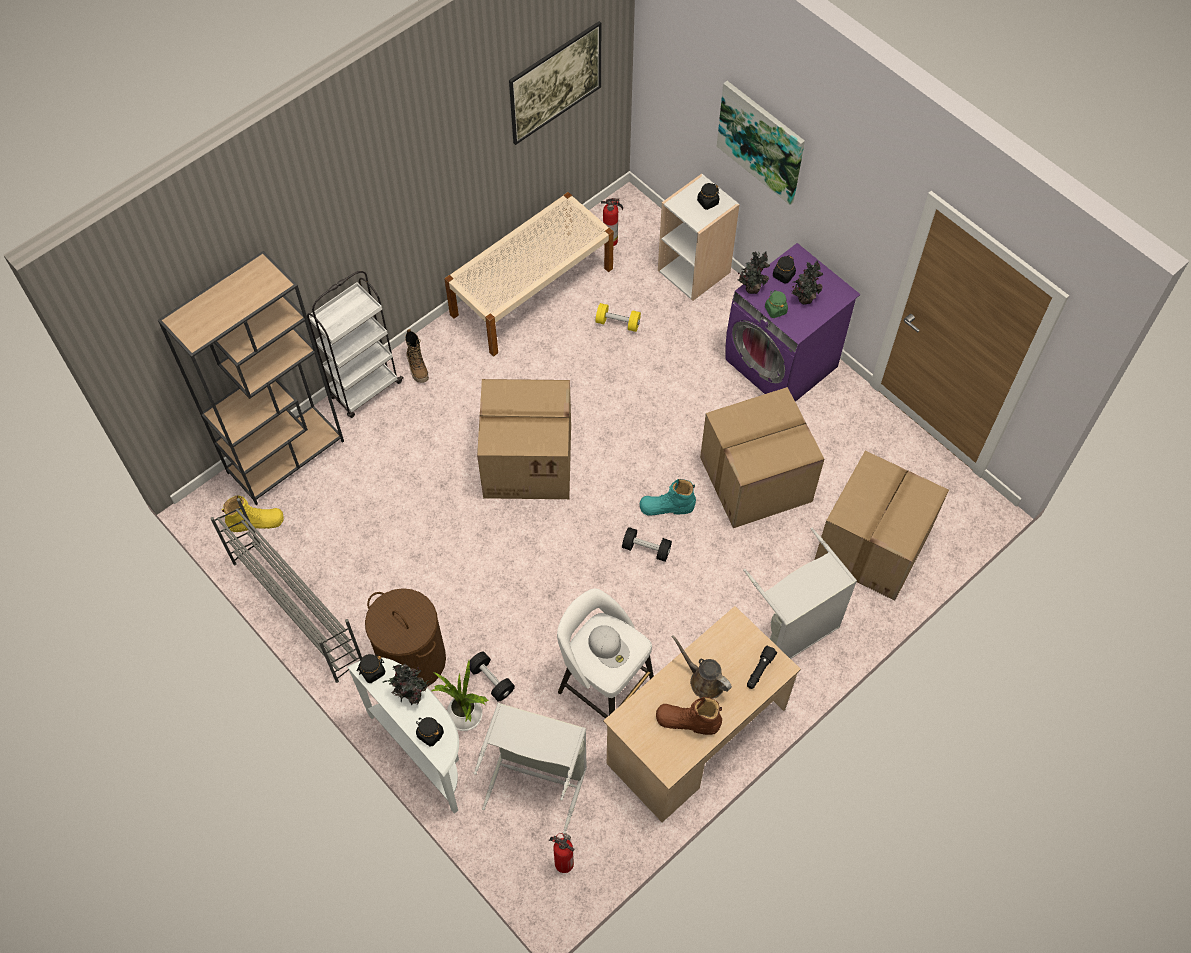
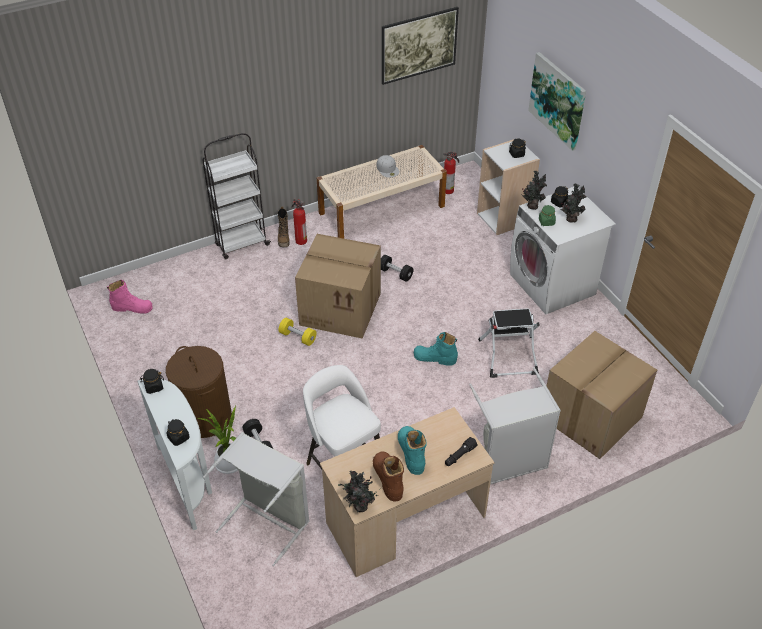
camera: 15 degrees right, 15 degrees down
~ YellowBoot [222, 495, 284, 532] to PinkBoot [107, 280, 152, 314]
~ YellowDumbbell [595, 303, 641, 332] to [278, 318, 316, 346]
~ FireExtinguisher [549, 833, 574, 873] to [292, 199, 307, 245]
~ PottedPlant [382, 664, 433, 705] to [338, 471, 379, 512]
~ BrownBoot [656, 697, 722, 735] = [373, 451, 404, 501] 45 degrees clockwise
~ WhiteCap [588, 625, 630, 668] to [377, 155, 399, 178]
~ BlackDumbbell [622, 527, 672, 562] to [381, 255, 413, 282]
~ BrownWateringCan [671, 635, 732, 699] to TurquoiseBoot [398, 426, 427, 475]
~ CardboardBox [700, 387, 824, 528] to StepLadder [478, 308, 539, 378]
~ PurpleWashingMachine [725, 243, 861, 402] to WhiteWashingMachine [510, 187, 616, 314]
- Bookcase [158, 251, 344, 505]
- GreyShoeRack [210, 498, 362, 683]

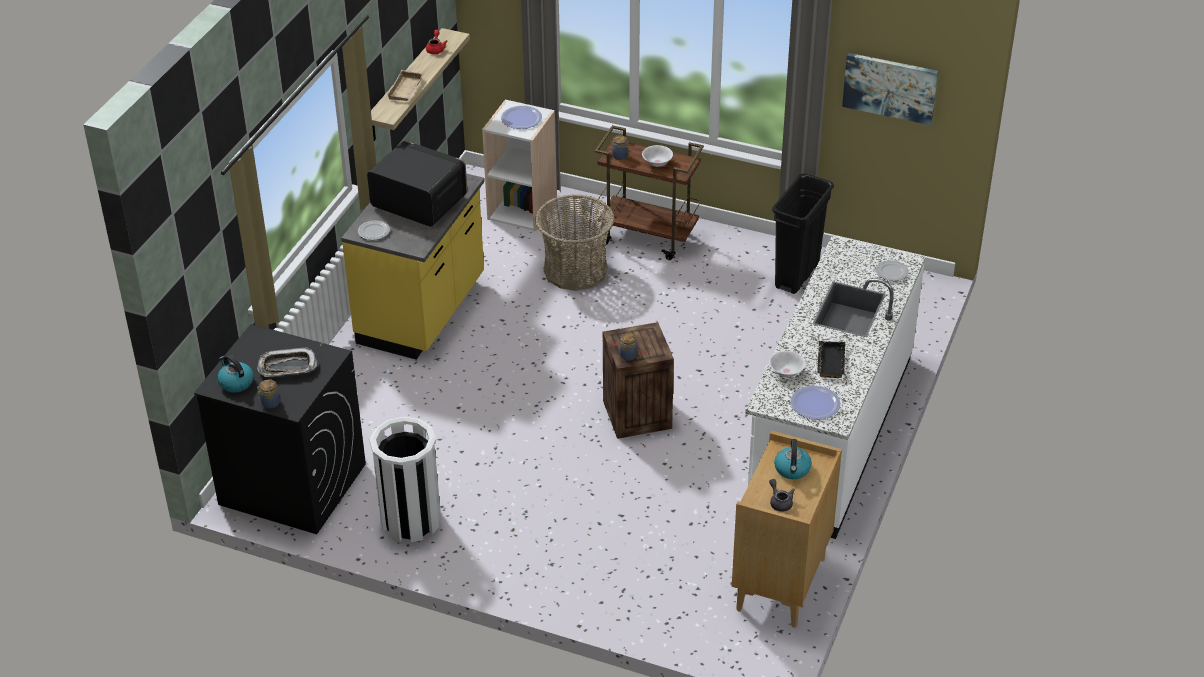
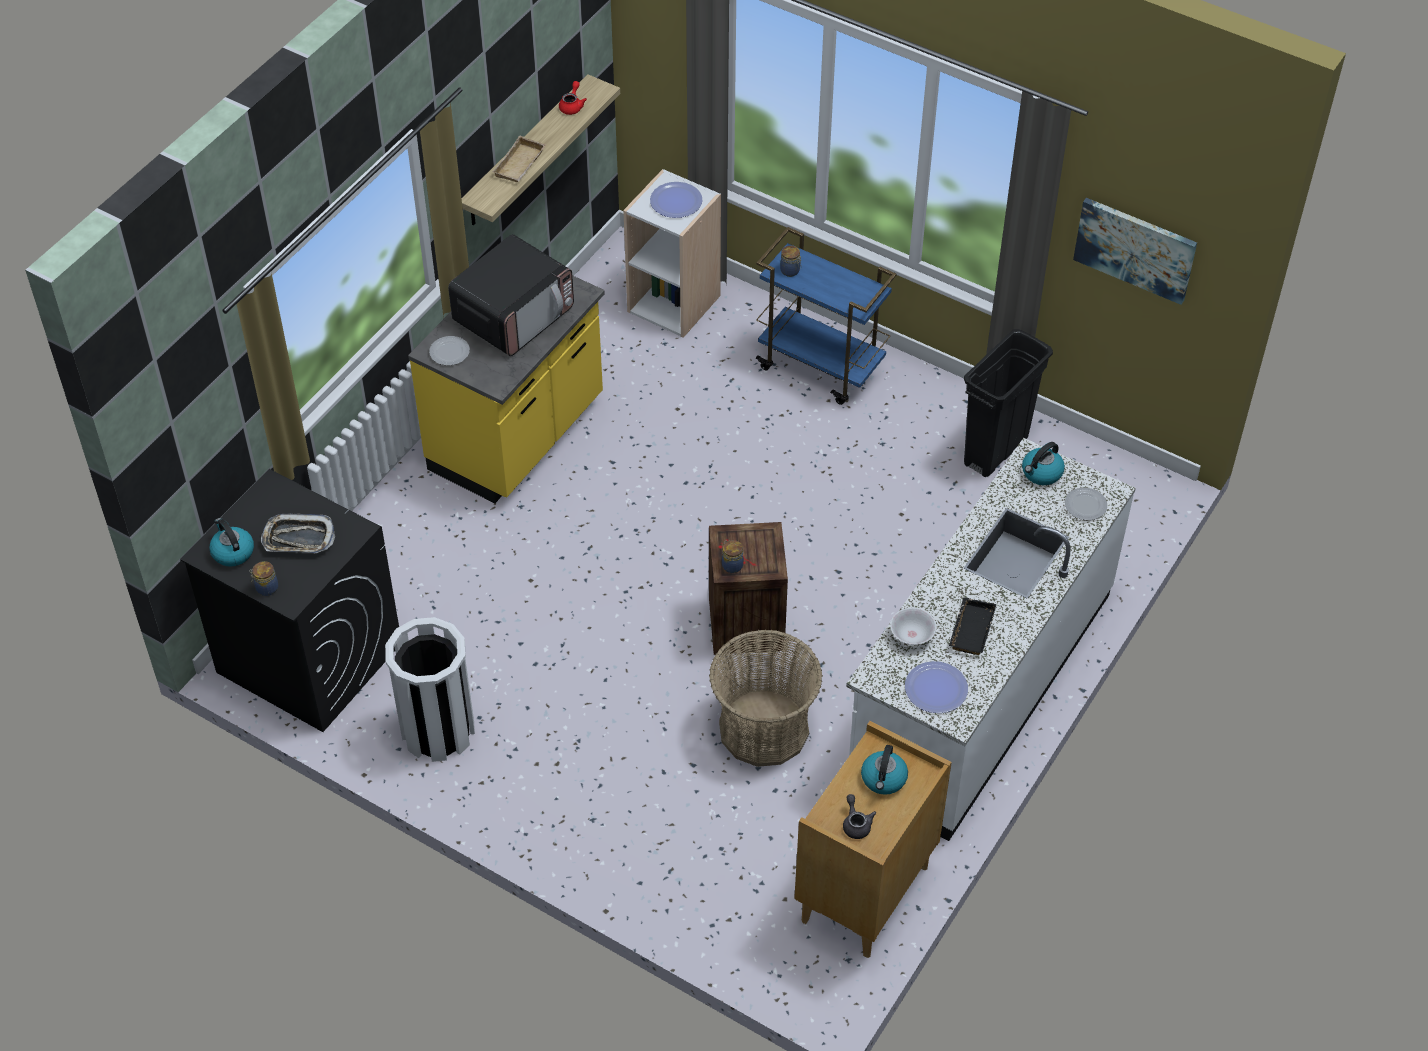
camera: 10 degrees right, 10 degrees up
~ Microwave [367, 140, 467, 227] = [448, 234, 574, 356] 90 degrees clockwise
~ Basket [535, 194, 614, 291] to [709, 630, 823, 767]
~ BrownCart [595, 125, 704, 260] to BlueCart [756, 227, 897, 405]
+ Kettle [1022, 442, 1065, 485]
- WhiteBowl [642, 145, 673, 167]

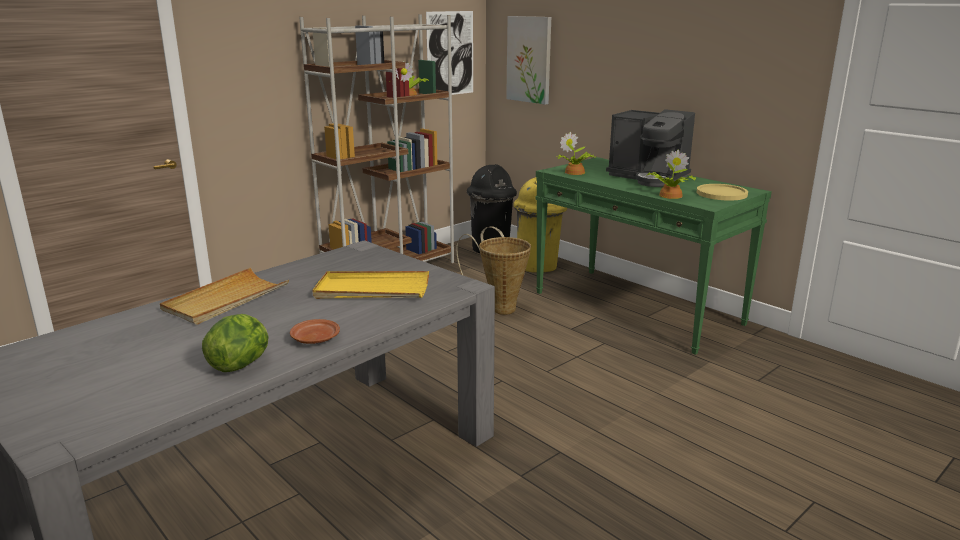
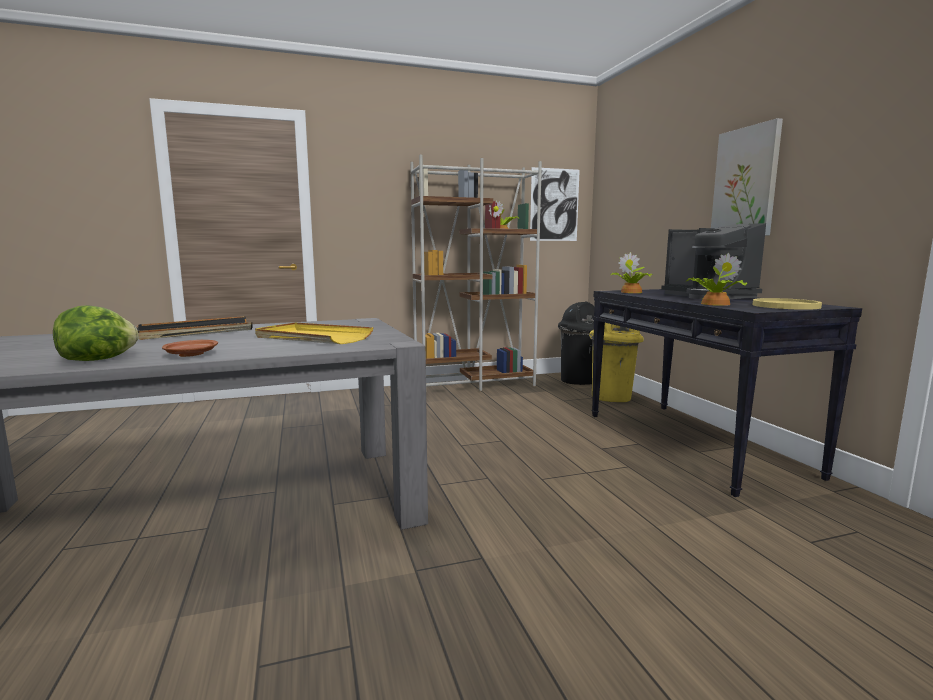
camera: 25 degrees right, 10 degrees down
~ BeigeTray [160, 268, 289, 325] to BlackTray [136, 316, 253, 340]
~ GreenConsoleTable [535, 157, 772, 355] to BlackConsoleTable [591, 289, 862, 497]
~ Picture [506, 16, 551, 105] to [711, 118, 783, 236]
- Basket [456, 227, 531, 315]

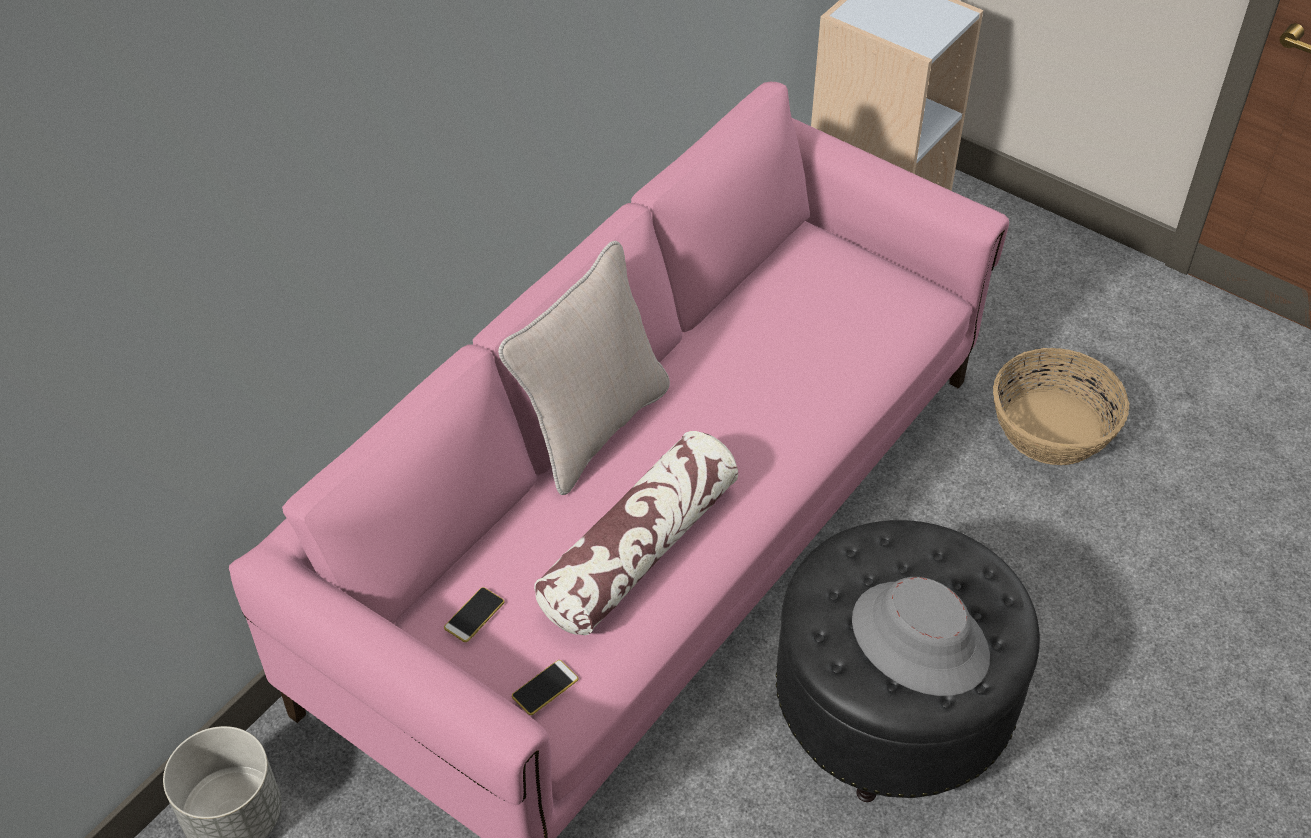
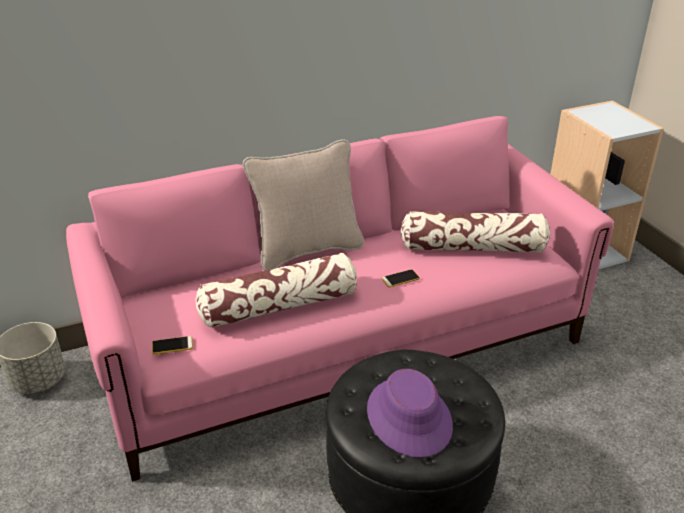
camera: 30 degrees right, 15 degrees down
~ GreyHat [852, 577, 990, 696] to PurpleHat [367, 369, 453, 458]
~ Phone [444, 587, 505, 642] to [381, 269, 420, 287]
+ Pillow [401, 211, 550, 253]
- Basket [993, 348, 1130, 465]

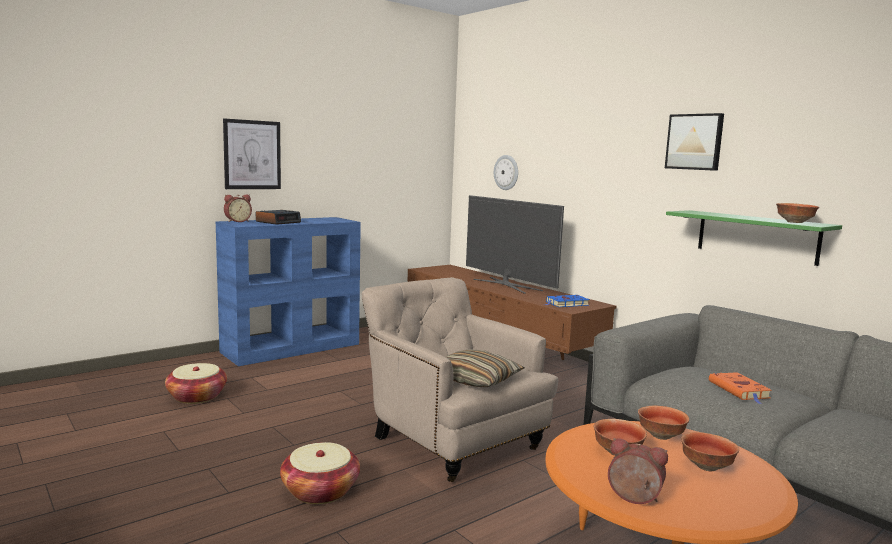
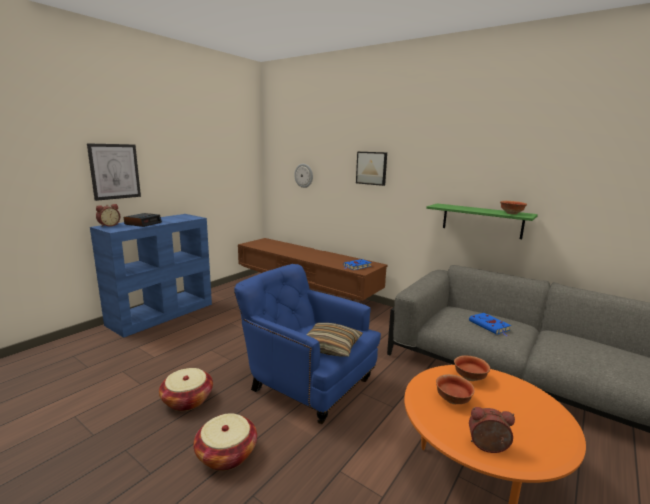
camera: 15 degrees left, 5 degrees up
~ Basket [165, 363, 227, 404] to [159, 368, 213, 411]
~ BeigeArmchair [362, 277, 558, 482] to BlueArmchair [234, 264, 381, 424]
~ Picture [665, 113, 724, 171] to [356, 152, 387, 186]
~ OrangeBook [709, 372, 772, 404] to BlueBook [469, 313, 511, 336]
- Television [466, 195, 564, 294]
- Bowl [681, 432, 739, 471]

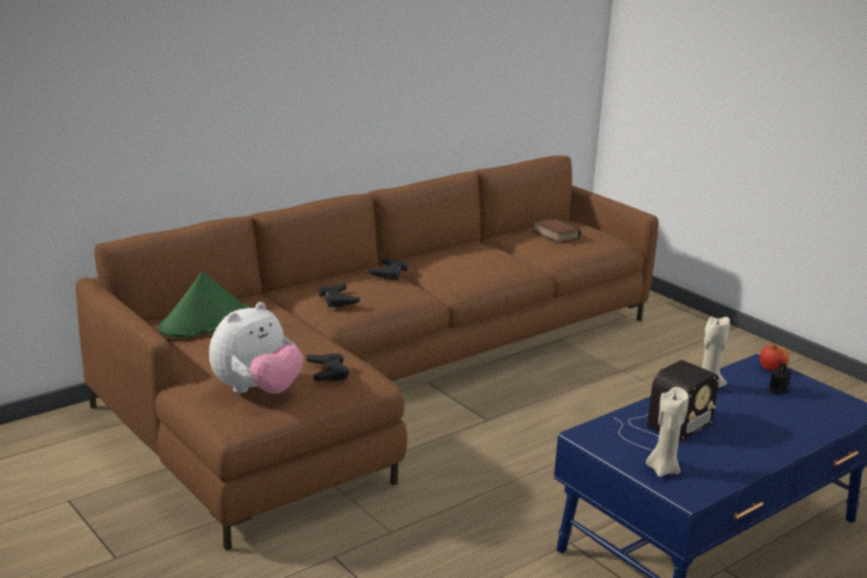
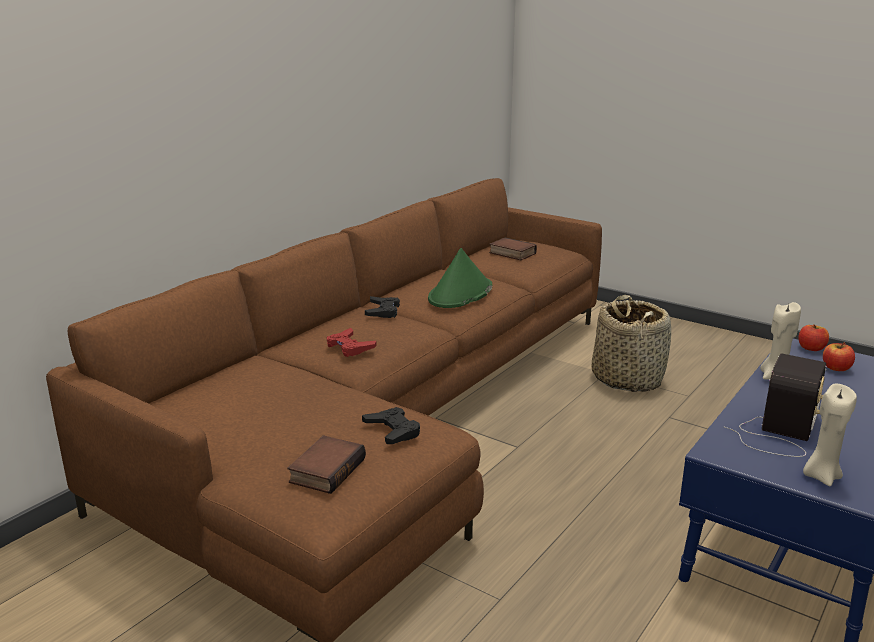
camera: 15 degrees left, 0 degrees up
~ PlushToy [209, 302, 304, 394] to Book [288, 435, 366, 494]
~ BlackGameController [319, 283, 360, 308] to RedGameController [327, 328, 377, 357]
~ GreenHat [158, 272, 250, 338] to [428, 248, 492, 308]
+ Basket [591, 295, 671, 392]
~ BlackCandle [768, 363, 792, 394] to Apple [823, 342, 855, 371]

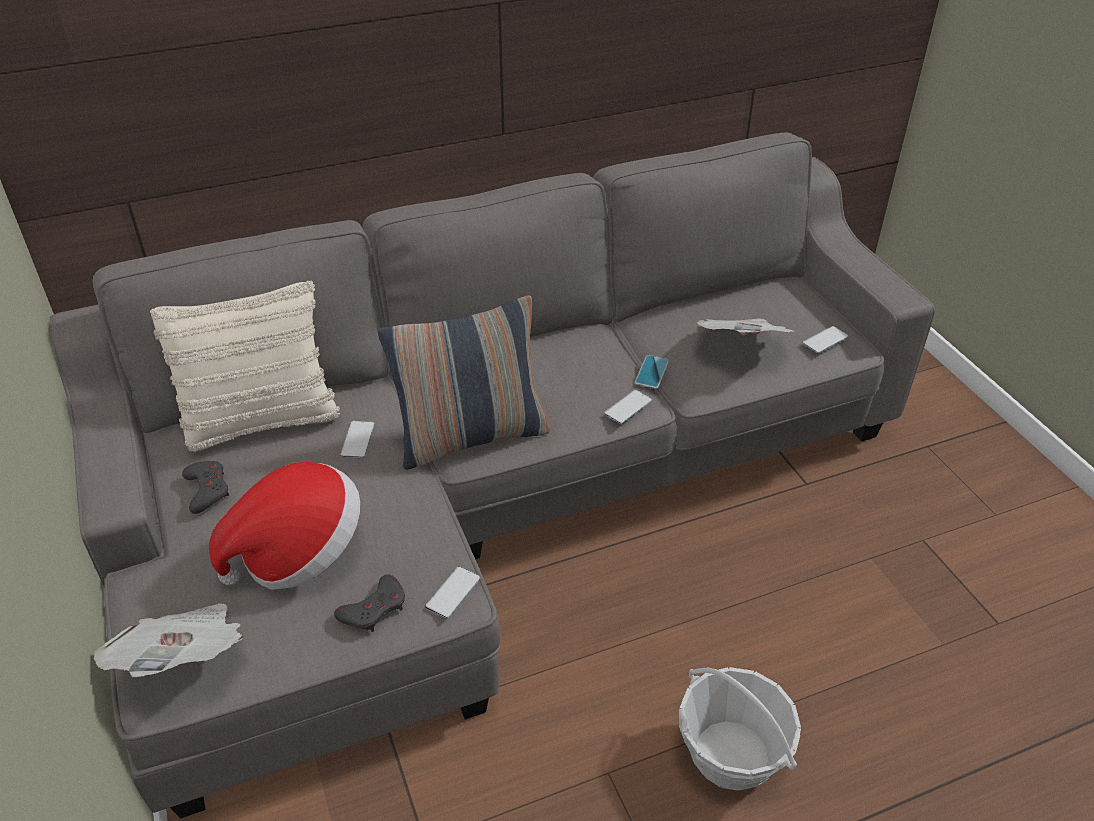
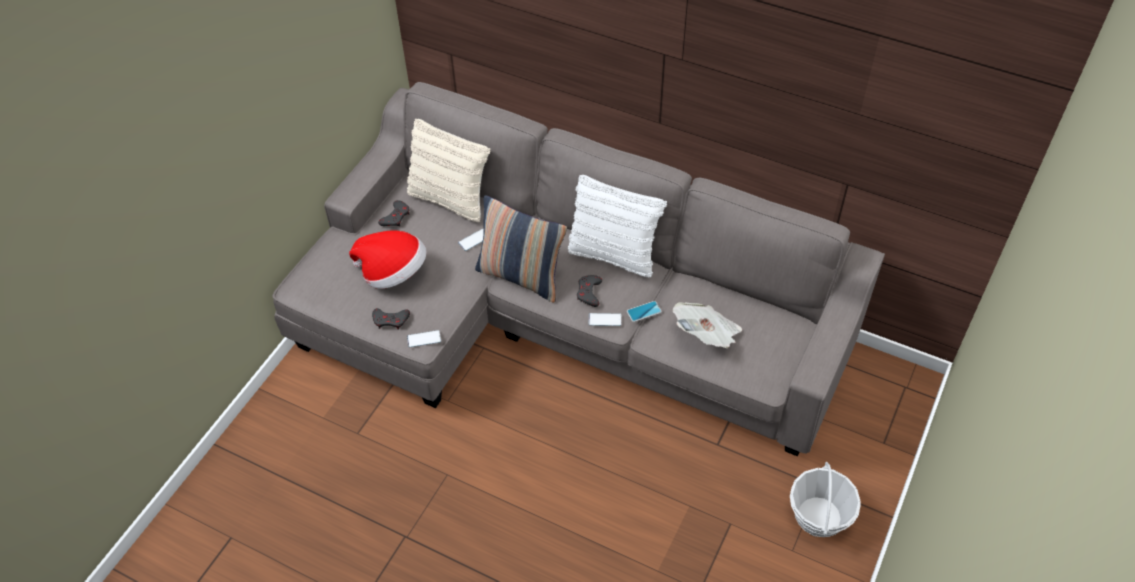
camera: 50 degrees right, 10 degrees up
+ WhitePillow [568, 175, 667, 277]
+ GreyGameController [577, 275, 602, 307]
~ Basket [679, 667, 801, 791] to [790, 462, 861, 537]
- Newspaper [94, 603, 244, 677]
- Phone [802, 326, 849, 353]

